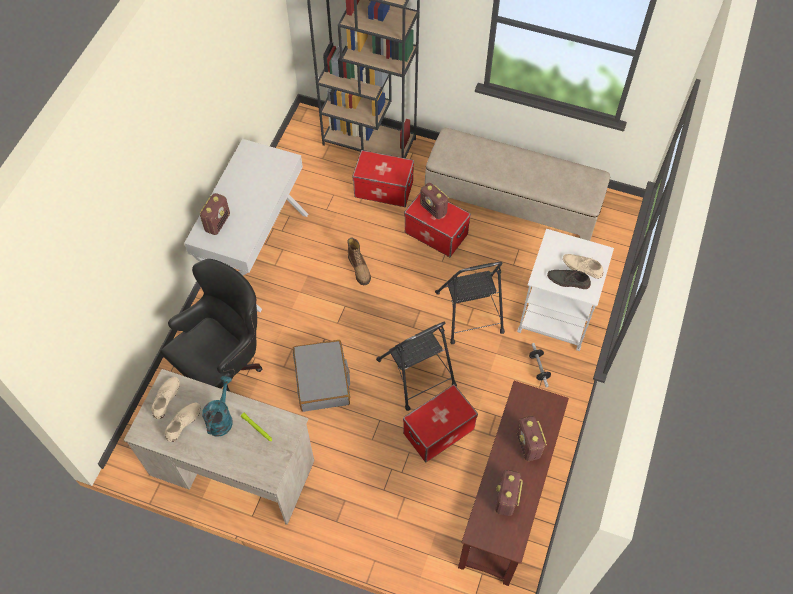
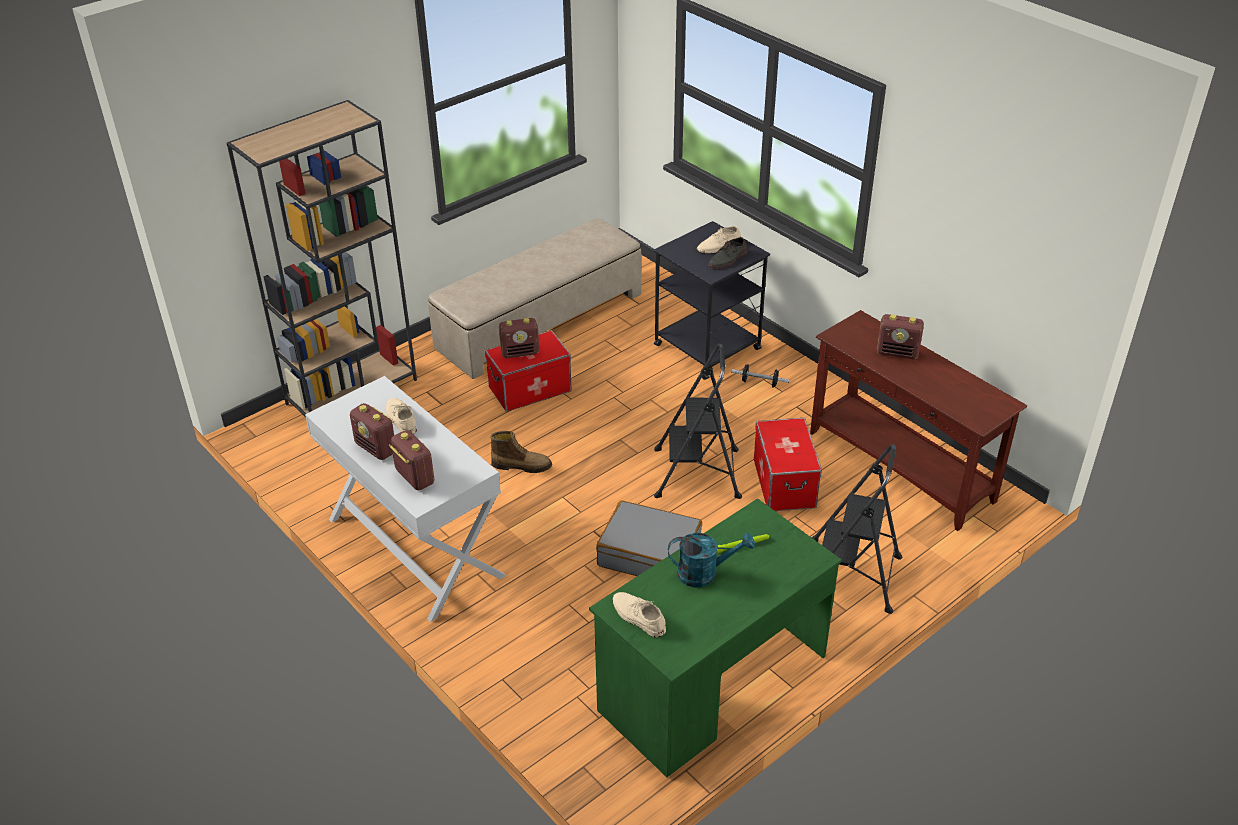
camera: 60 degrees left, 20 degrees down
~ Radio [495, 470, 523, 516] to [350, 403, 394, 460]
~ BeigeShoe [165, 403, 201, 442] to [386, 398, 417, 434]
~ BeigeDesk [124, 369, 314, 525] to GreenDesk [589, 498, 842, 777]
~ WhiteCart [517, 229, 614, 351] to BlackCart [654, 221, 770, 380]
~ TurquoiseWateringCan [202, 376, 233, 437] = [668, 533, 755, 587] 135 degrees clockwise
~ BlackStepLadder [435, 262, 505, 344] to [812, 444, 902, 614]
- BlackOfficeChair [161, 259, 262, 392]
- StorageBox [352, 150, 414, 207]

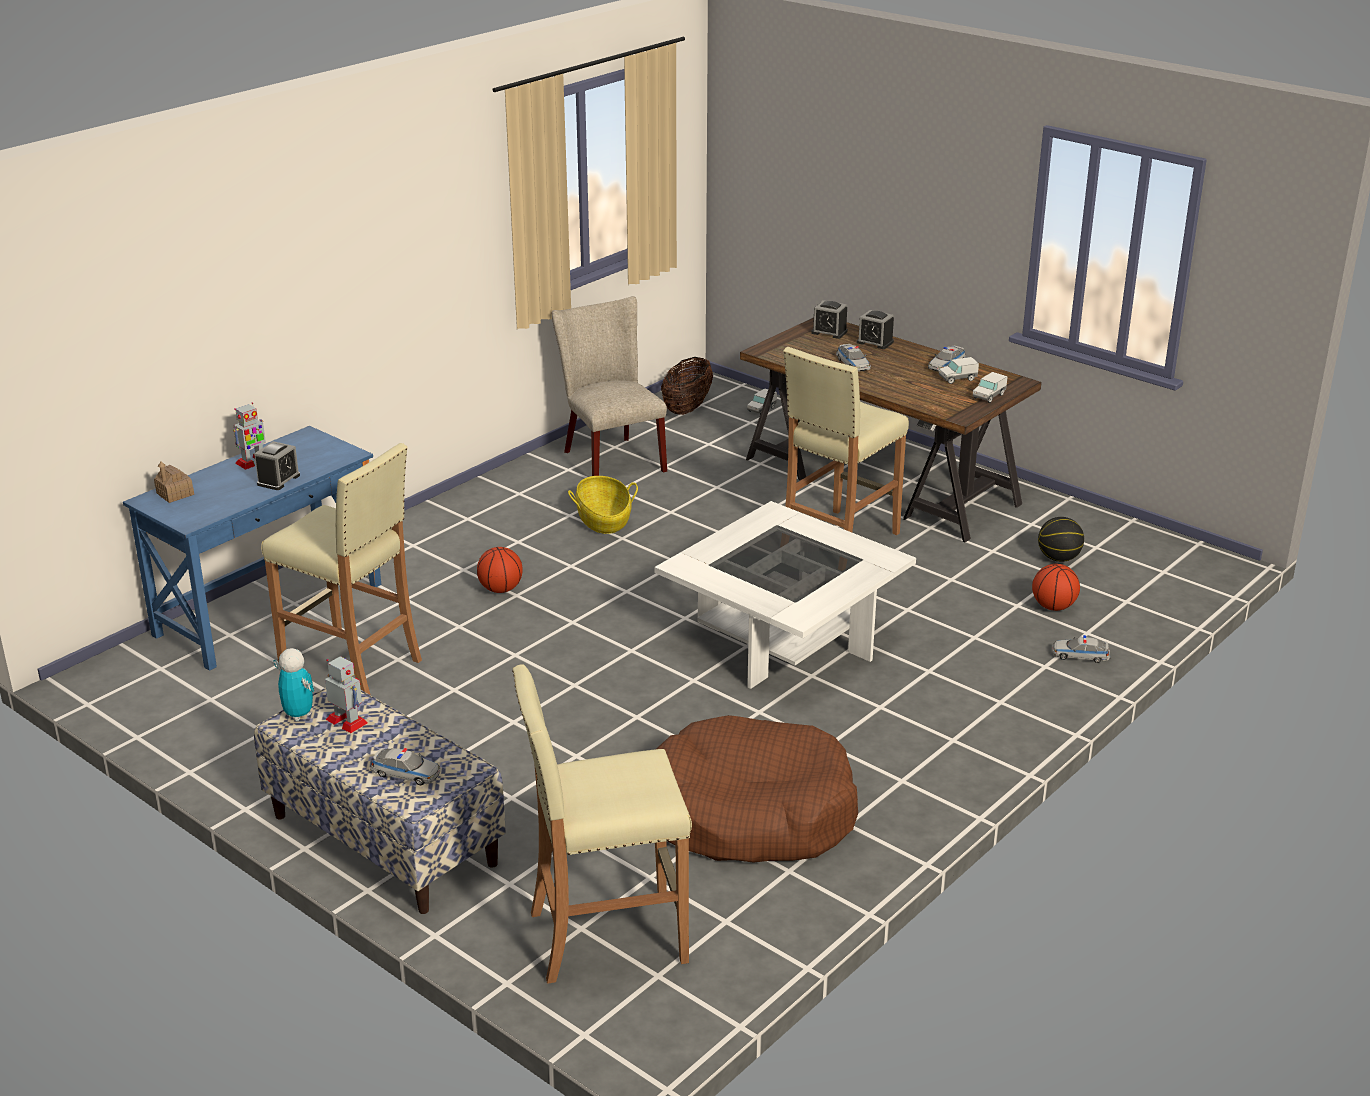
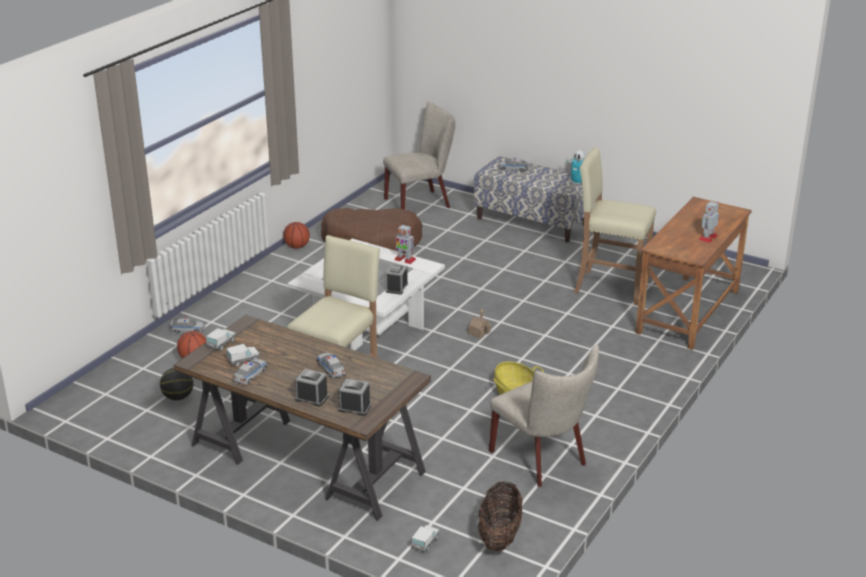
camera: 170 degrees right, 0 degrees up
~ Basketball [477, 547, 523, 593] to [283, 222, 310, 249]
~ BeigeStool [512, 664, 692, 984] to BeigeChair [383, 101, 455, 209]
~ AlarmClock [254, 441, 300, 490] to [386, 264, 408, 294]
~ ToyRobot [325, 656, 368, 733] to [394, 224, 416, 264]
~ ToyHouse [154, 461, 194, 503] to [467, 309, 491, 339]
~ BlueDesk [123, 426, 381, 671] to BrownDesk [636, 197, 752, 350]

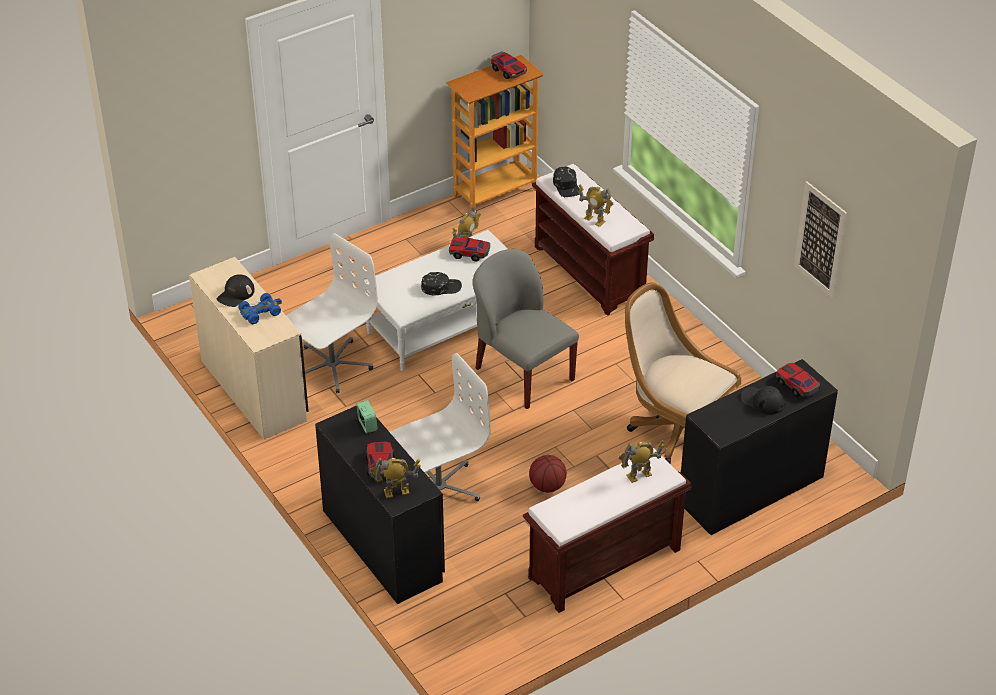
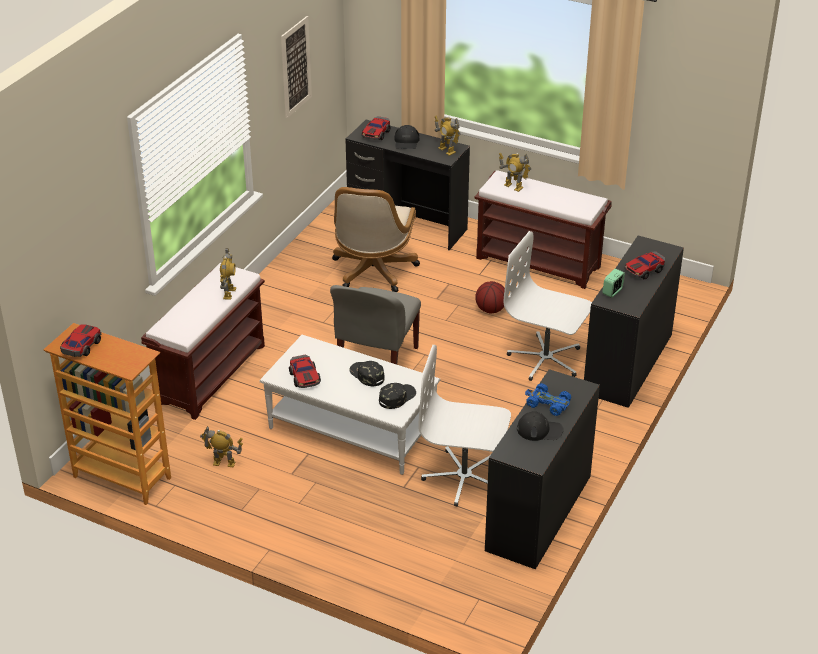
camera: 120 degrees left, 5 degrees down
~ BlackCap [553, 166, 580, 197] to [379, 383, 416, 409]
~ ToyRobot [370, 457, 421, 498] to [435, 115, 461, 156]
~ BeigeDesk [189, 257, 309, 440] to BlackDesk [485, 369, 600, 569]

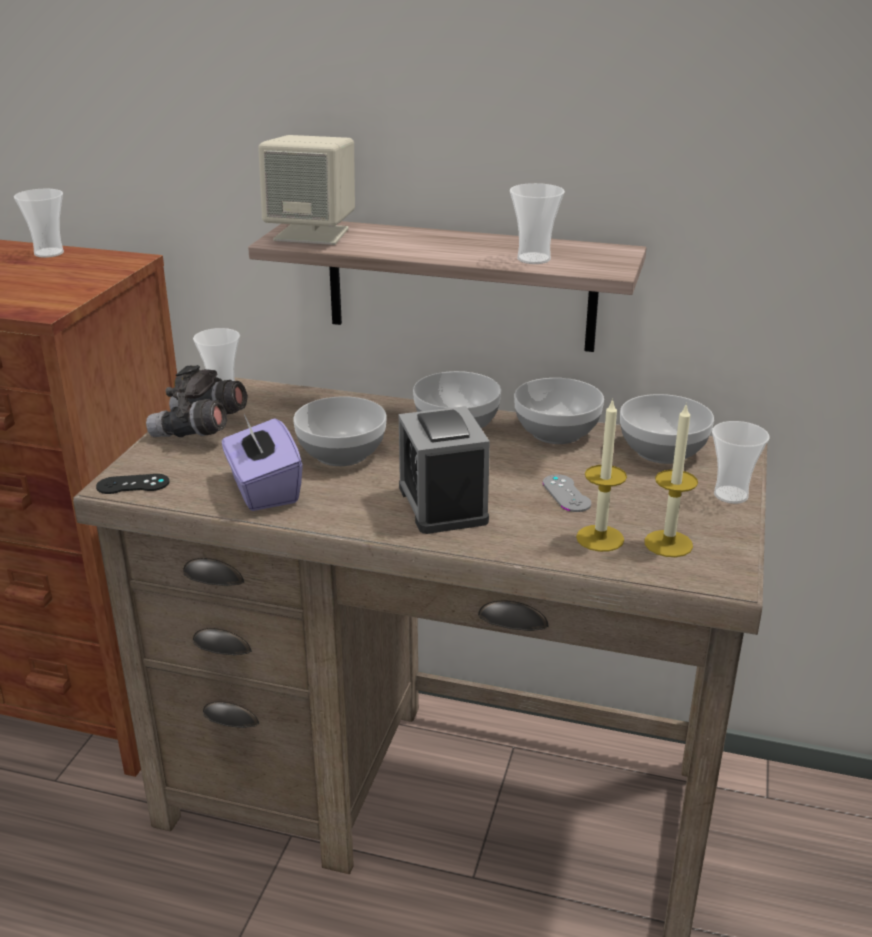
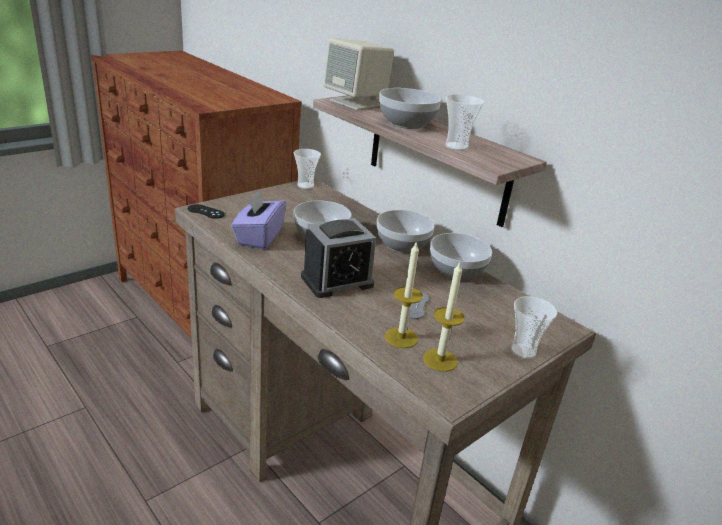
camera: 30 degrees right, 0 degrees up
~ AlarmClock [399, 406, 490, 534] = [301, 218, 376, 298] 135 degrees counterclockwise
~ Bowl [620, 394, 714, 464] to [379, 88, 441, 129]
- Cup [14, 189, 64, 258]
- GreyBinoculars [146, 365, 248, 437]

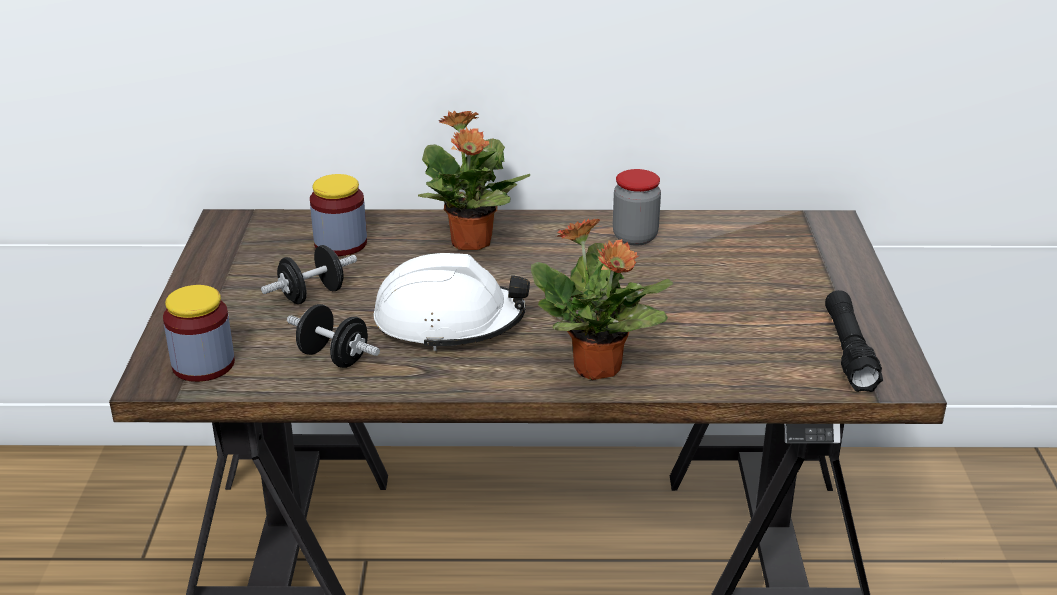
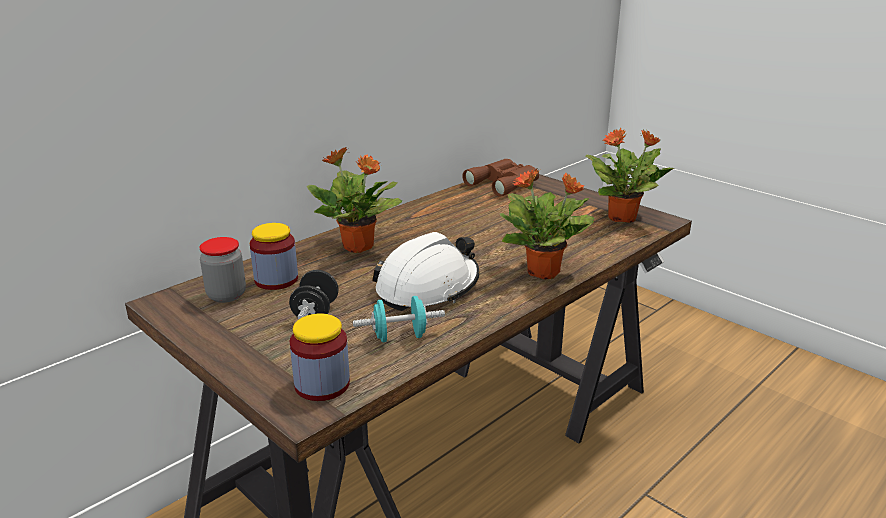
camera: 45 degrees left, 5 degrees down
~ Jar [613, 169, 661, 246] to [199, 237, 246, 303]
~ BlackDumbbell [287, 304, 380, 368] to TurquoiseDumbbell [353, 296, 445, 342]
+ BrownBinoculars [462, 159, 539, 197]
~ BlackFlashlight [825, 290, 883, 392] to PottedPlant [586, 128, 674, 223]

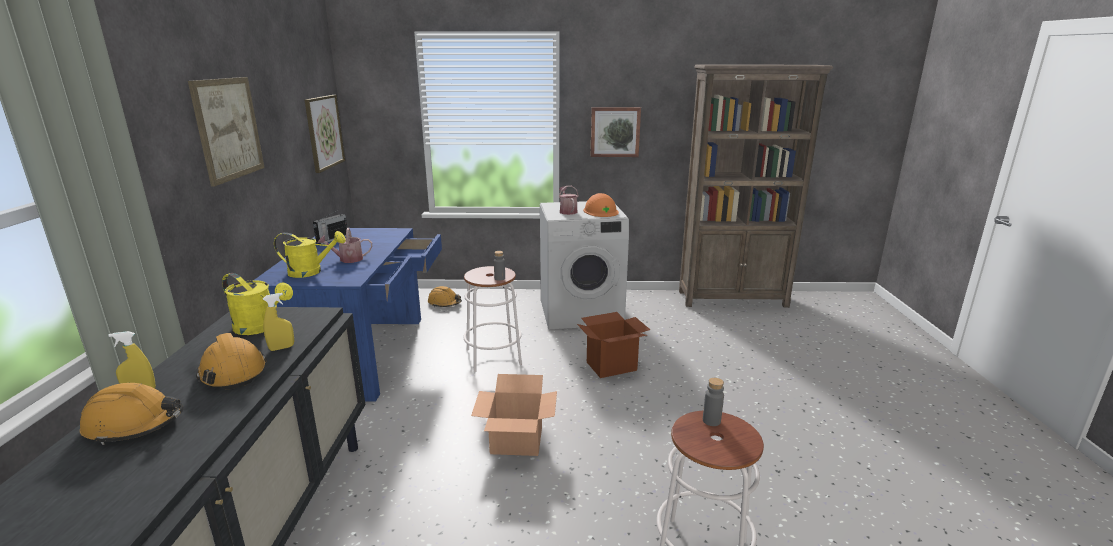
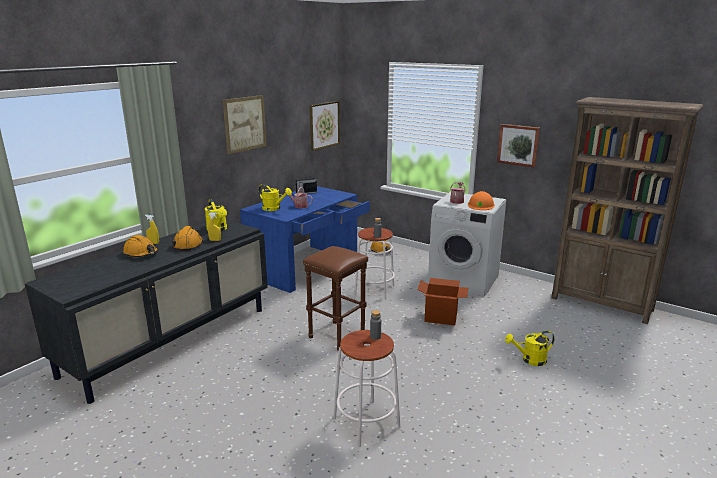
camera: 35 degrees right, 0 degrees up
~ CardboardBox [471, 374, 557, 456] to BrownStool [303, 246, 368, 351]
+ YellowWateringCan [505, 331, 554, 366]

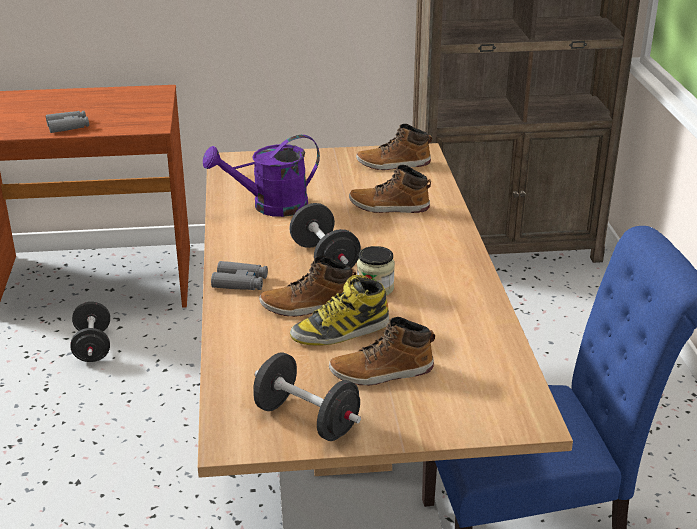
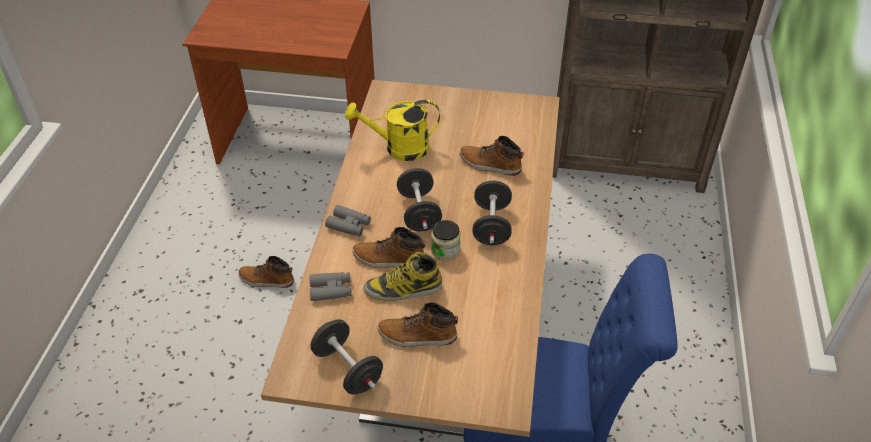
camera: 15 degrees right, 15 degrees up
~ Boot [356, 124, 432, 170] to [238, 256, 294, 288]
~ GreyBinoculars [46, 111, 89, 133] to [309, 272, 351, 301]
~ PurpleWateringCan [203, 135, 320, 217] to YellowWateringCan [345, 100, 440, 161]
~ BlackDumbbell [70, 302, 110, 362] to [473, 181, 512, 245]

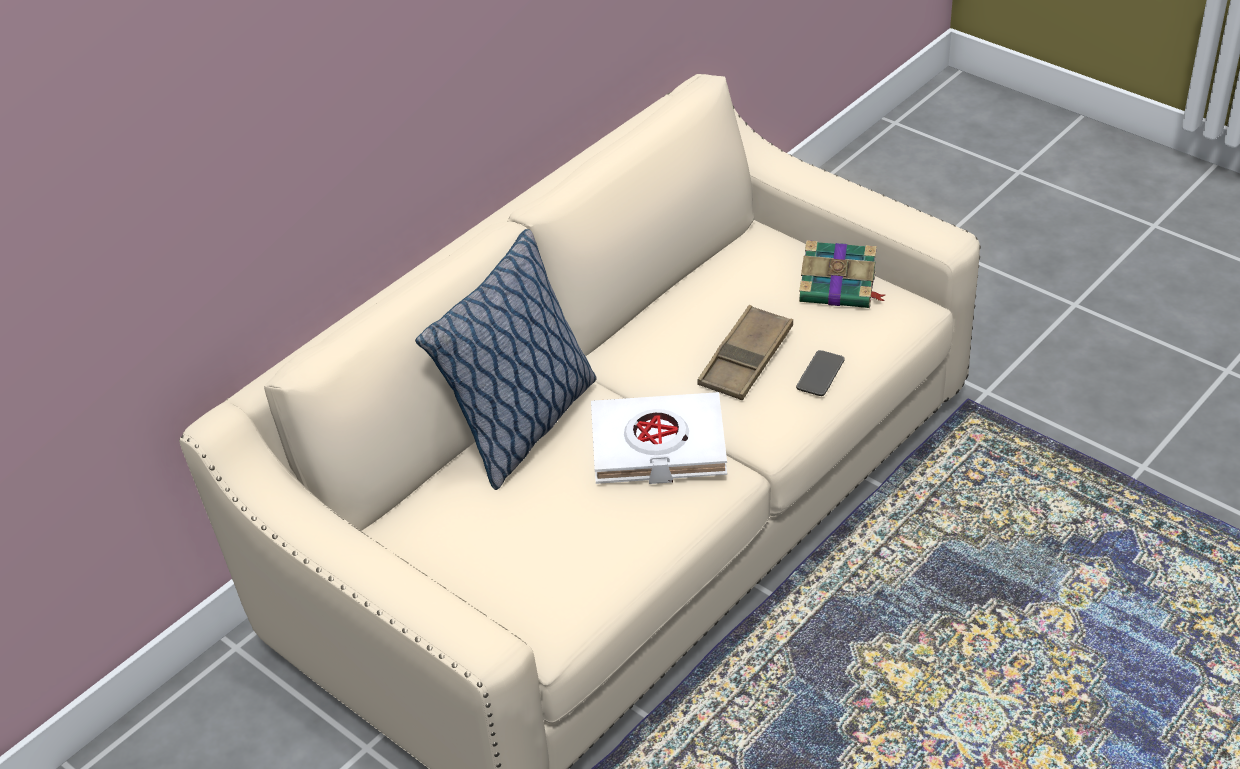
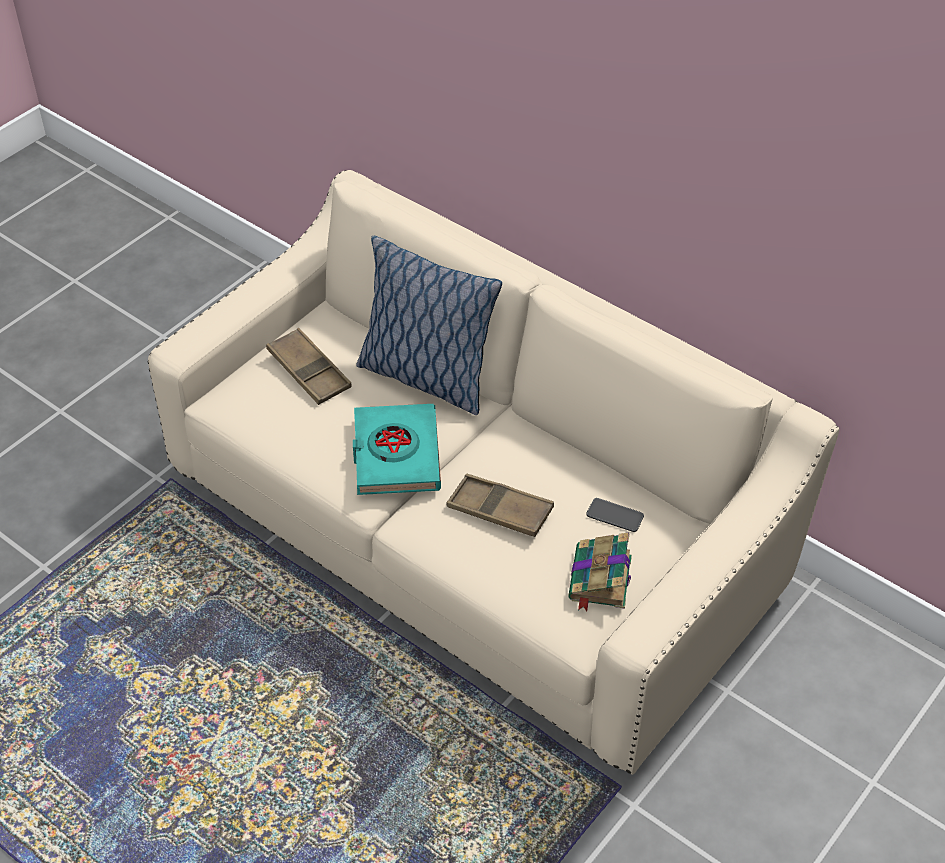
camera: 85 degrees right, 5 degrees up
+ BrownTray [266, 328, 352, 405]
~ WhiteBook [591, 392, 727, 484] to TurquoiseBook [353, 404, 441, 495]
~ Phone [796, 350, 845, 396] to [586, 498, 644, 532]

